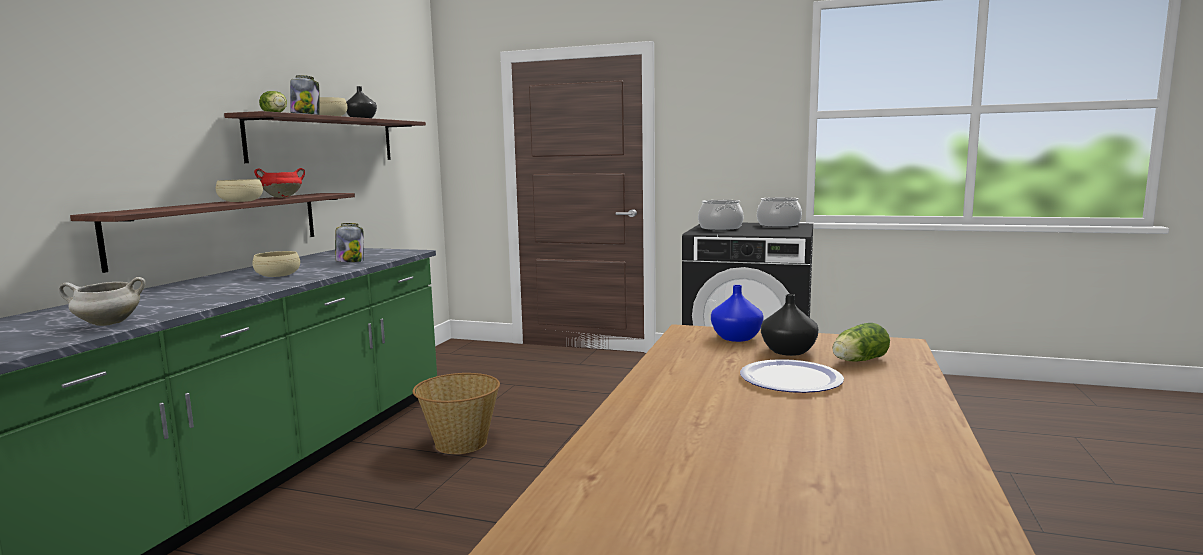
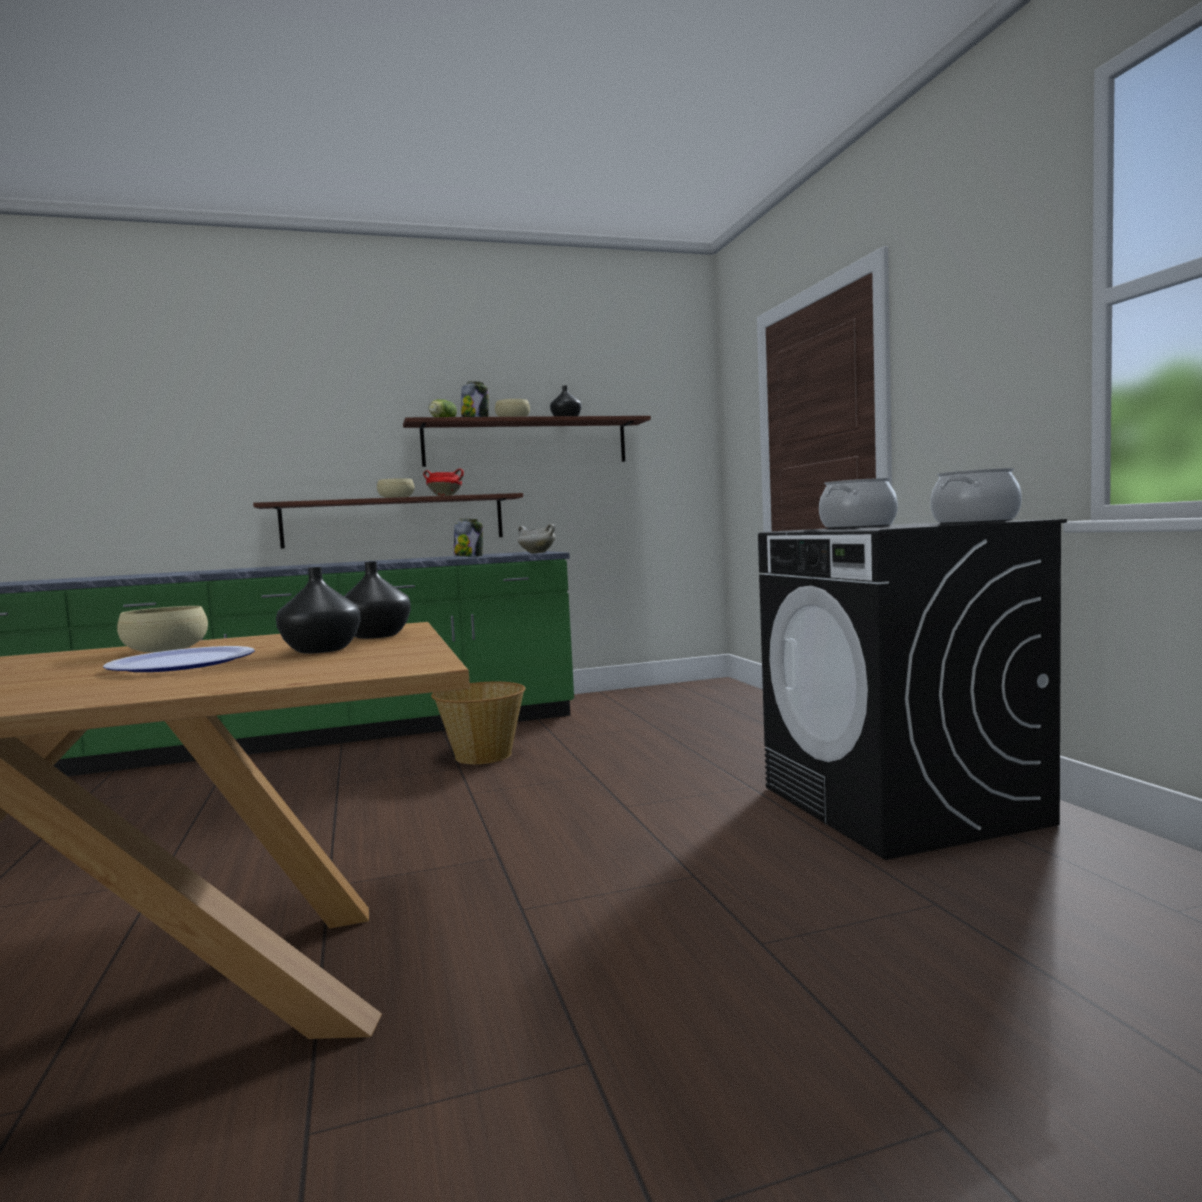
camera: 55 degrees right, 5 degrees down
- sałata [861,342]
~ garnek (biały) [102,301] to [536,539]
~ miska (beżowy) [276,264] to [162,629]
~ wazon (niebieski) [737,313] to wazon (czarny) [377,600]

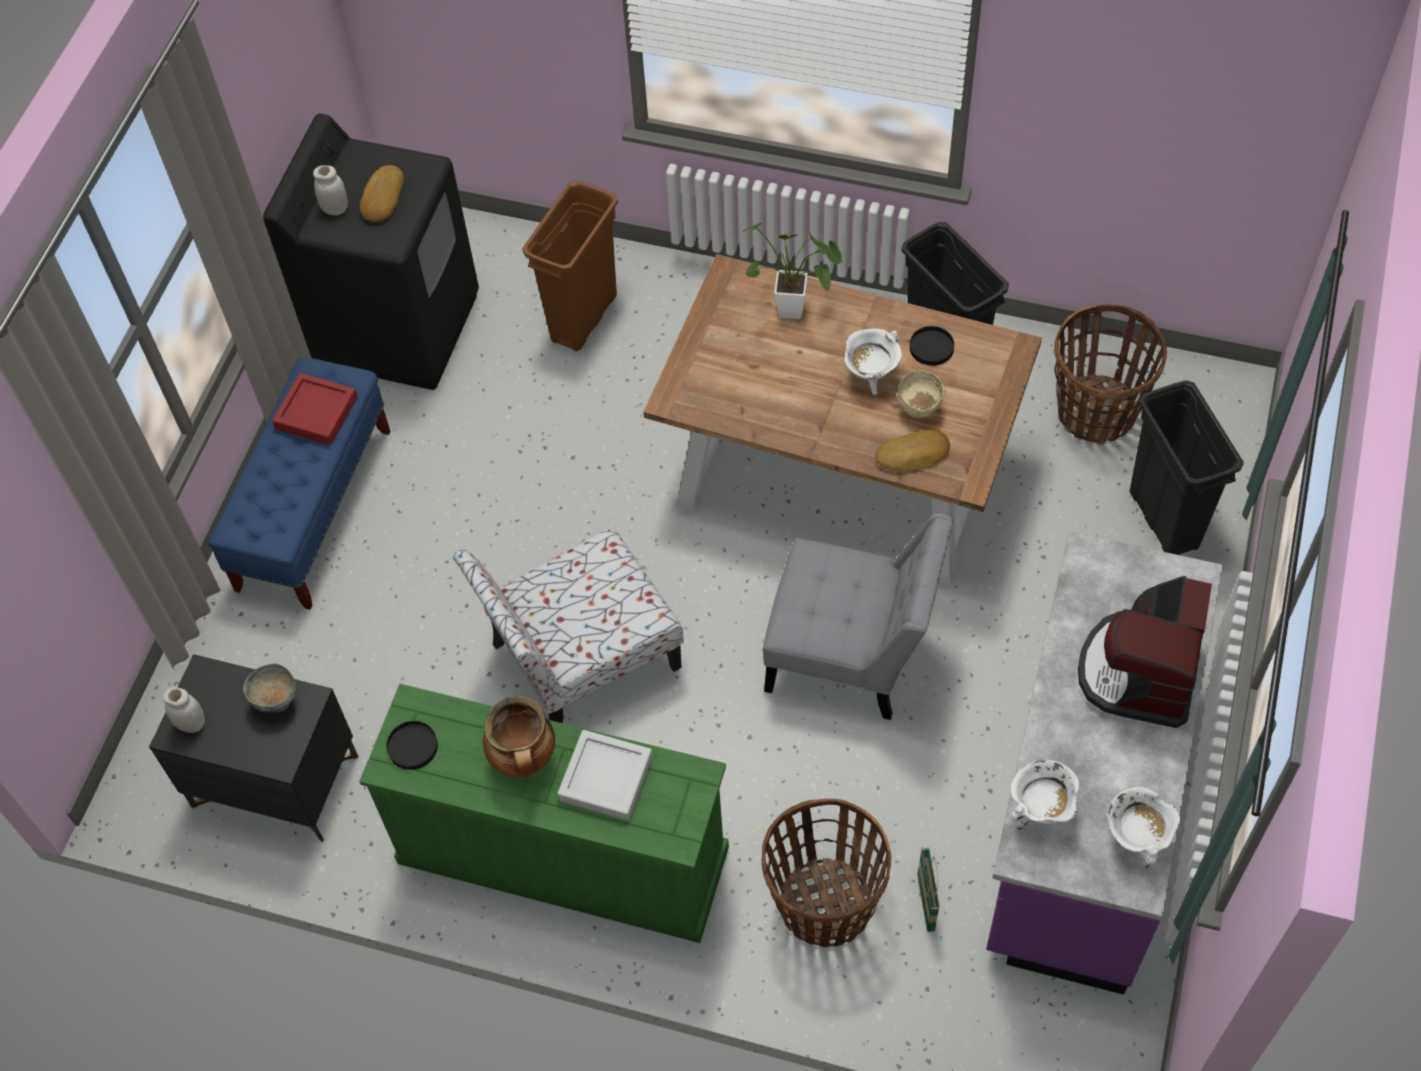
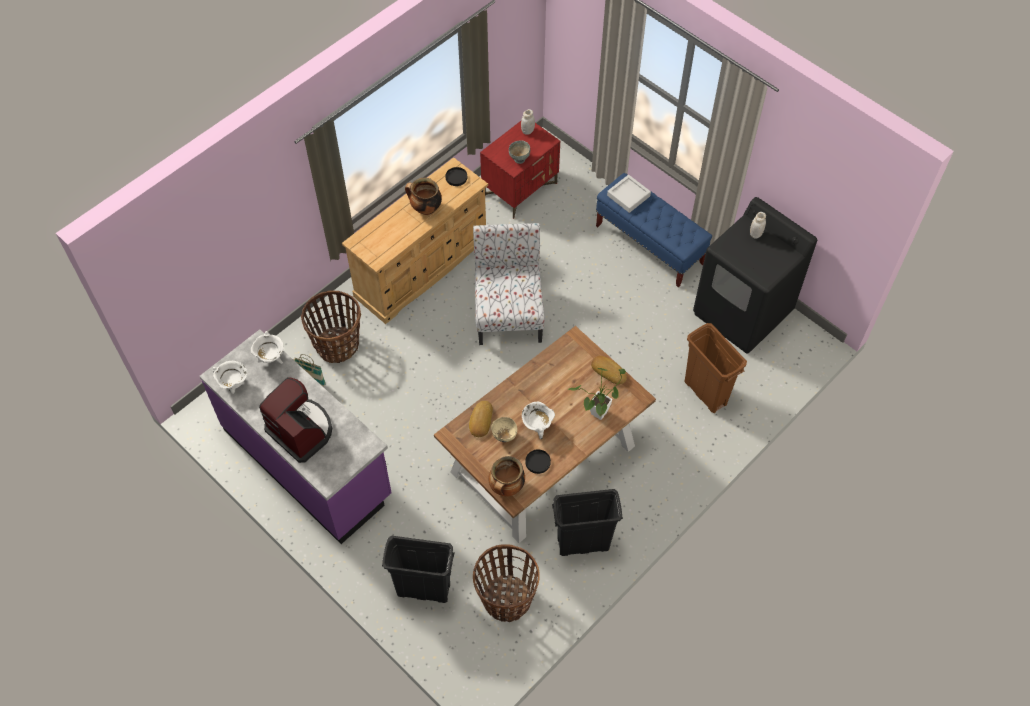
camera: 115 degrees right, 0 degrees up
- taca (czerwony) [315,409]
- krzesło (szary) [858,616]
+ garnek [506,476]
~ chleb [382,193] to [609,370]
~ taca (szary) [605,775] to [629,194]
~ szafka nocna (czarny) [254,748] to szafka nocna (czerwony) [520,170]
~ komoda (zielony) [544,813] to komoda (beżowy) [415,240]

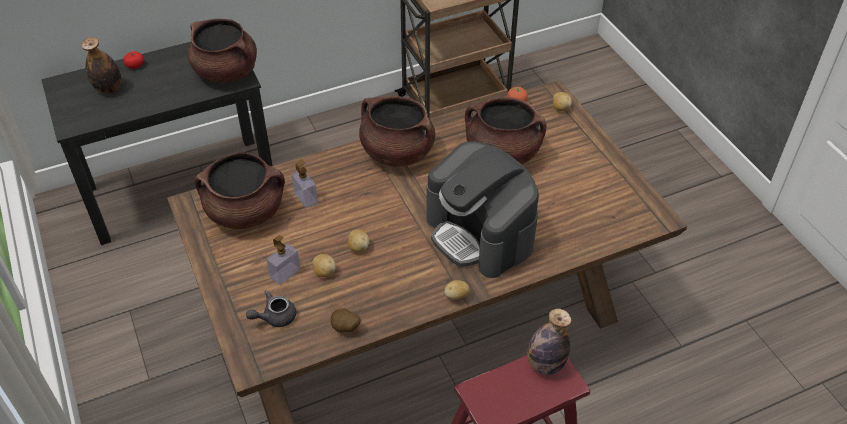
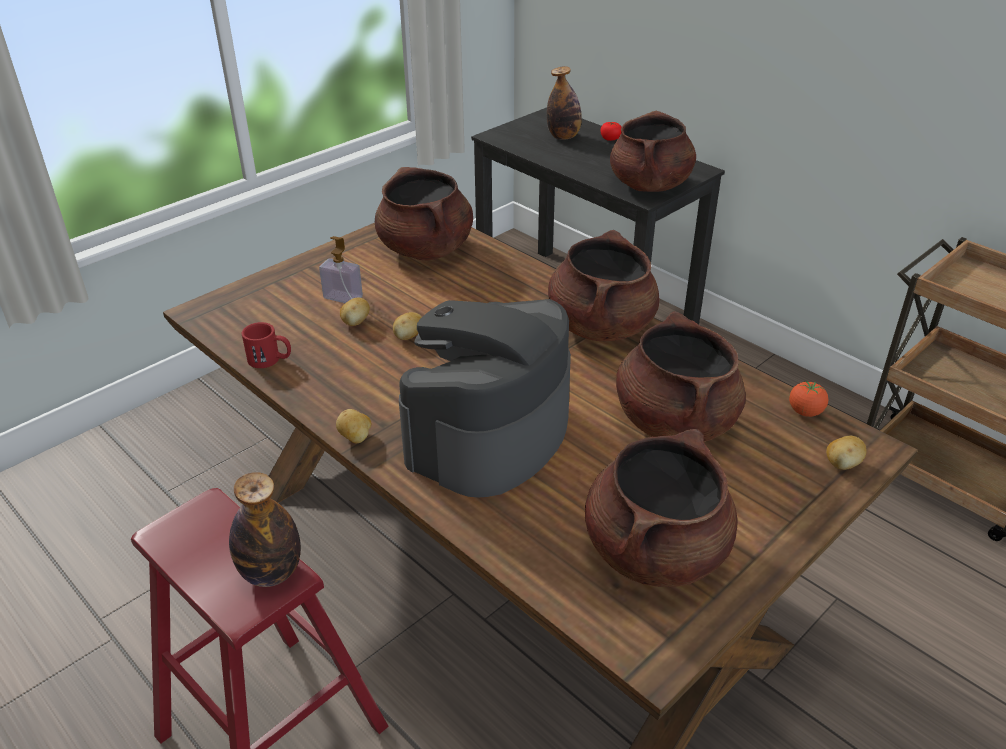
camera: 70 degrees right, 10 degrees down
- imbryk (szary) [271,308]
- dozownik mydła [305,183]
+ garnek (brązowy) [661,508]
~ ziemniak [346,320] to kubek (czerwony) [266,345]

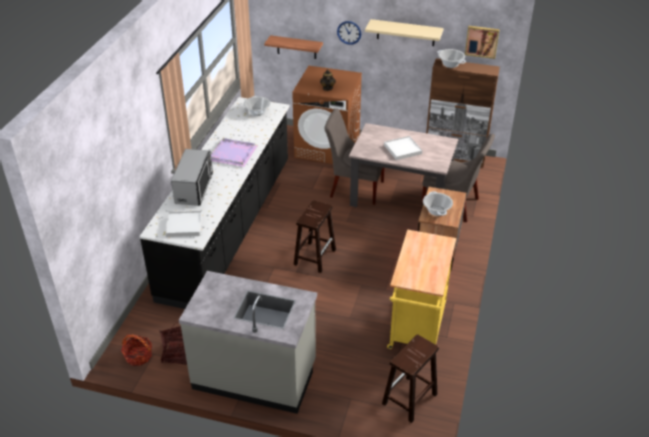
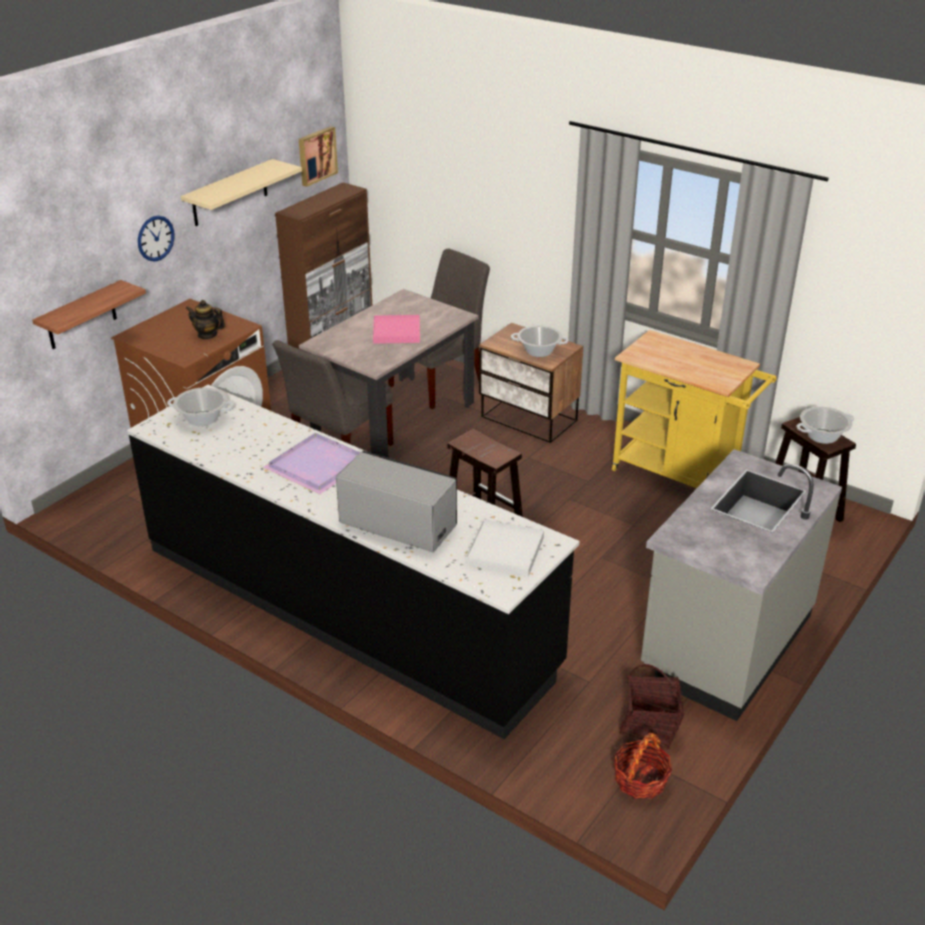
camera: 70 degrees left, 5 degrees down
~ garnek [451,58] to [825,425]
~ taca (biały) [403,148] to taca (różowy) [396,329]

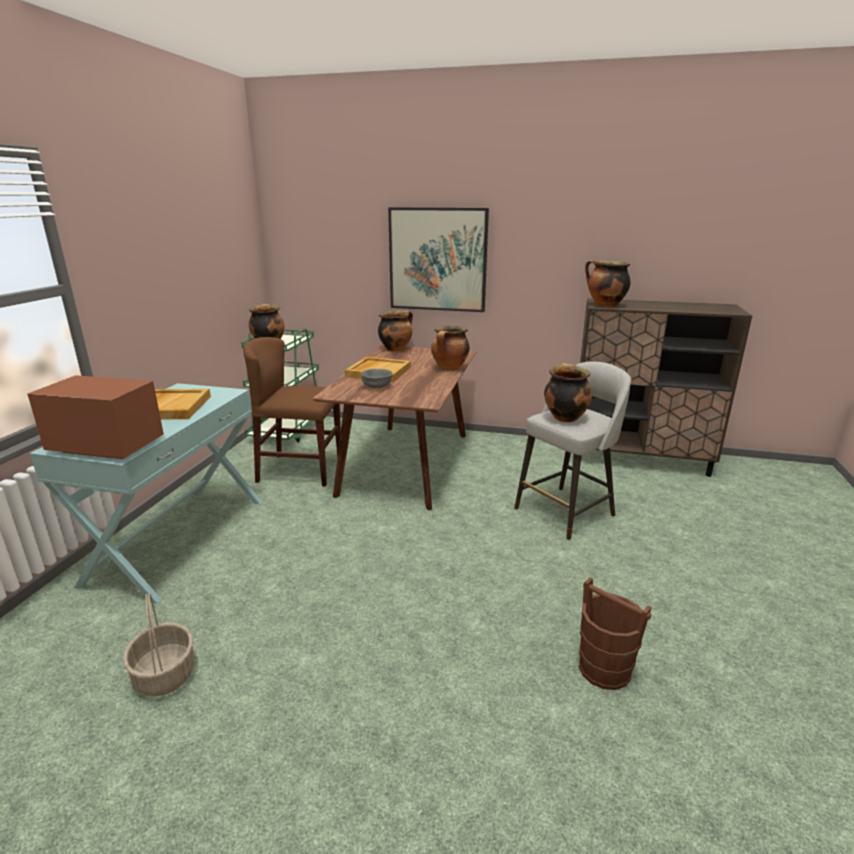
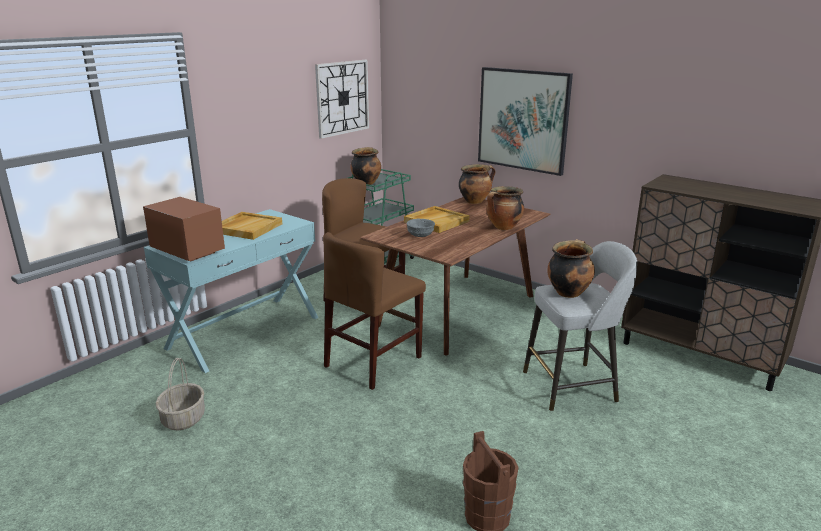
camera: 25 degrees right, 0 degrees up
- garnek [608,283]
+ zegar ścienny [342,99]
+ krzesło (brązowy) [374,311]

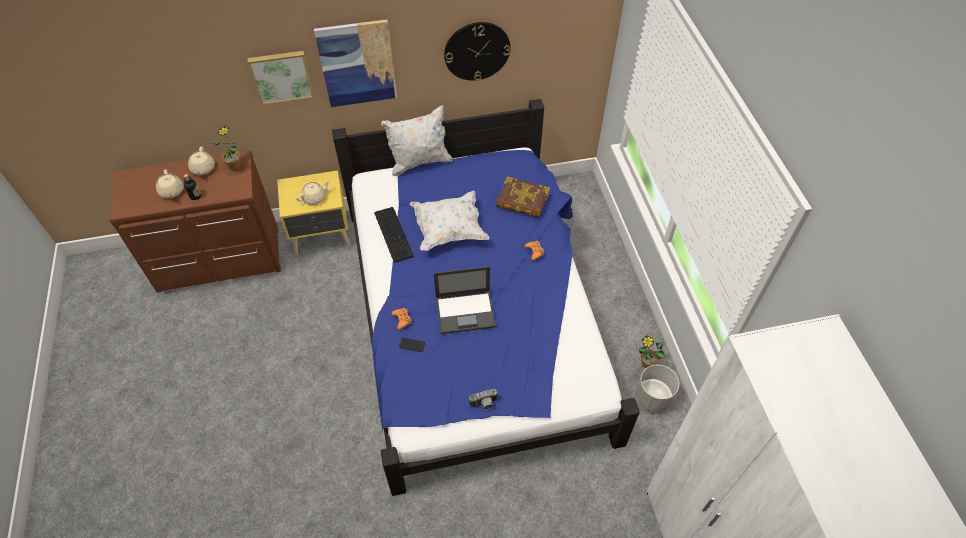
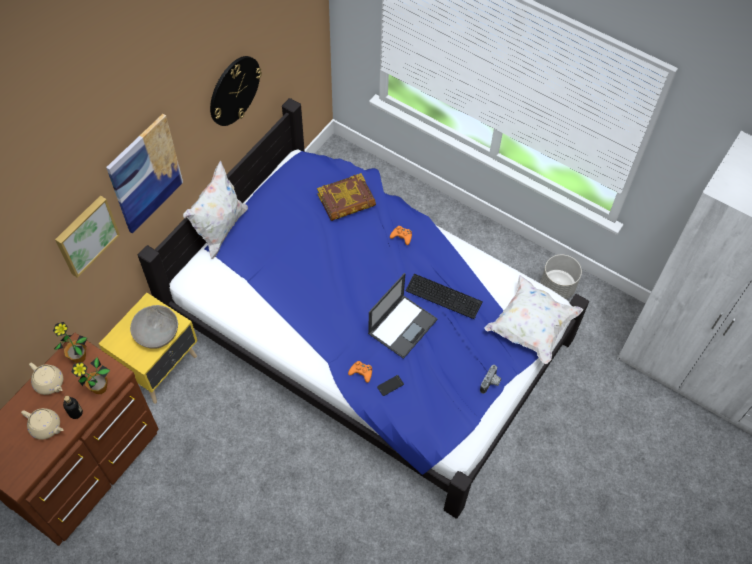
camera: 45 degrees left, 5 degrees up
~ klawiatura [394,235] to [444,296]
~ poduszka (biały) [449,221] to [533,319]
~ roślina doniczkowa [652,352] to [90,375]
~ imbryk (beżowy) [313,192] to miska (szary) [154,327]

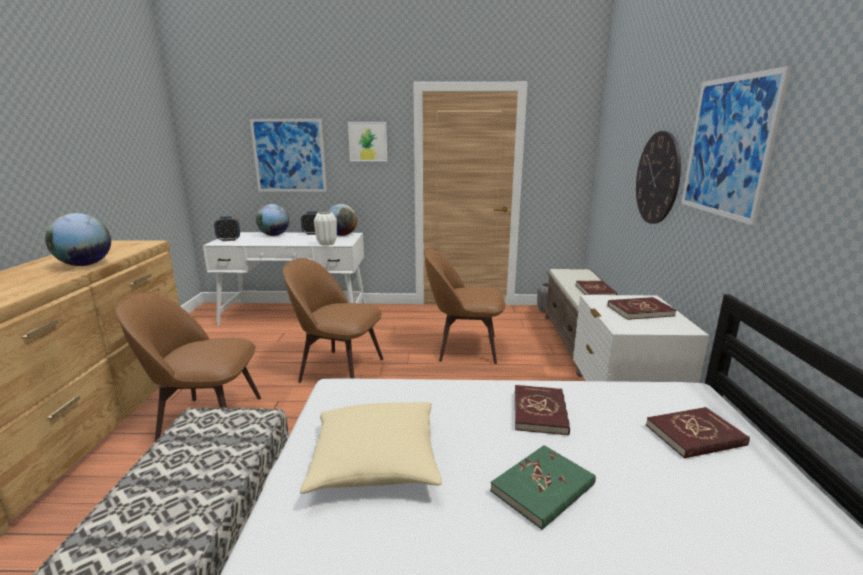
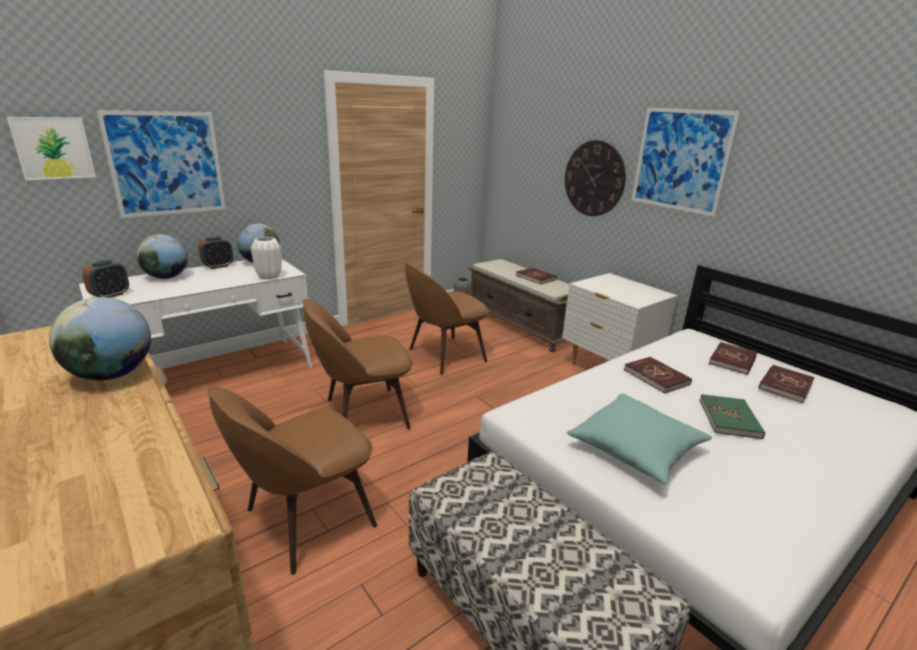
camera: 40 degrees left, 5 degrees up
~ obraz [367,141] to [51,149]
~ książka (czerwony) [642,308] to [787,384]
~ poduszka (beżowy) [371,448] to poduszka (turkusowy) [639,439]

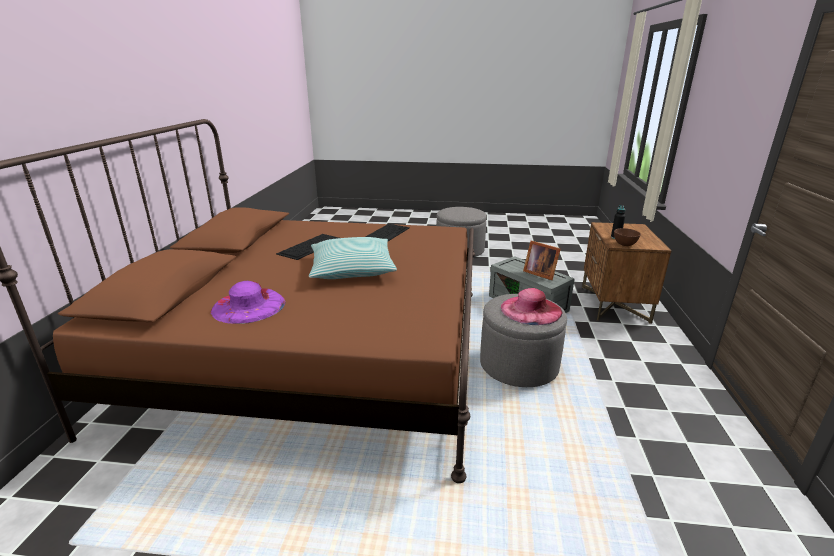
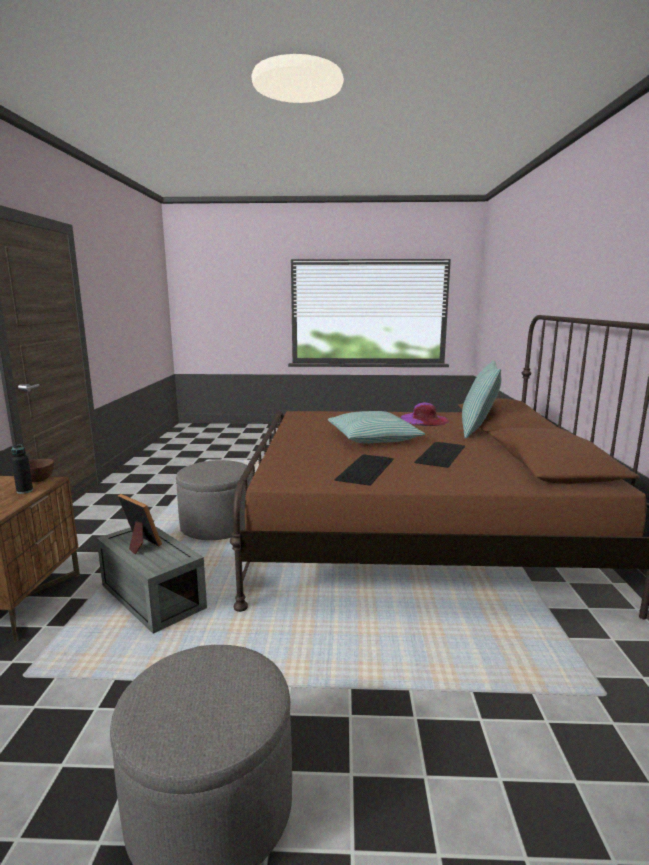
camera: 175 degrees right, 10 degrees down
- kapelusz (różowy) [531,306]
+ poduszka [481,399]

